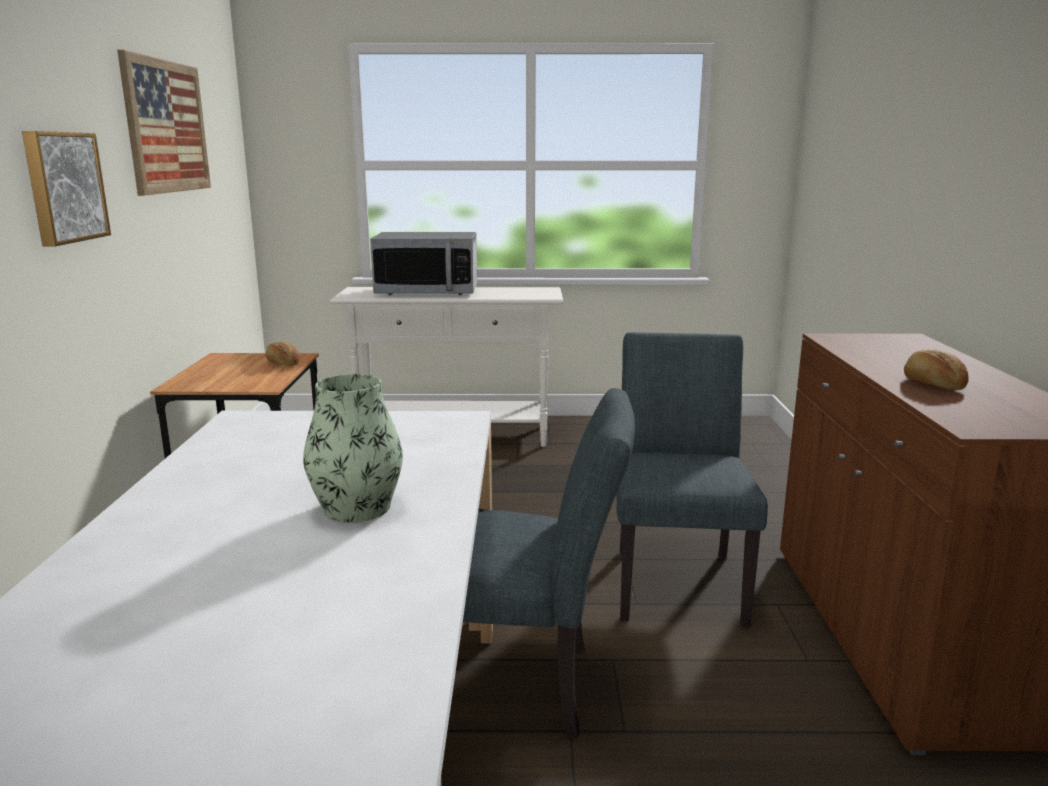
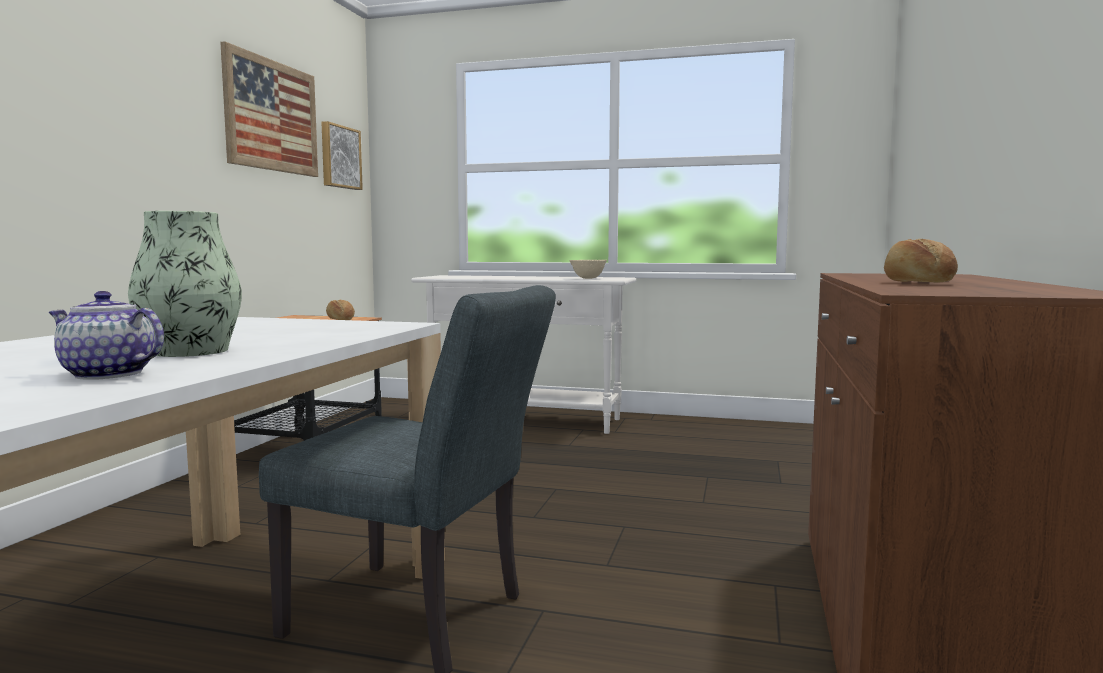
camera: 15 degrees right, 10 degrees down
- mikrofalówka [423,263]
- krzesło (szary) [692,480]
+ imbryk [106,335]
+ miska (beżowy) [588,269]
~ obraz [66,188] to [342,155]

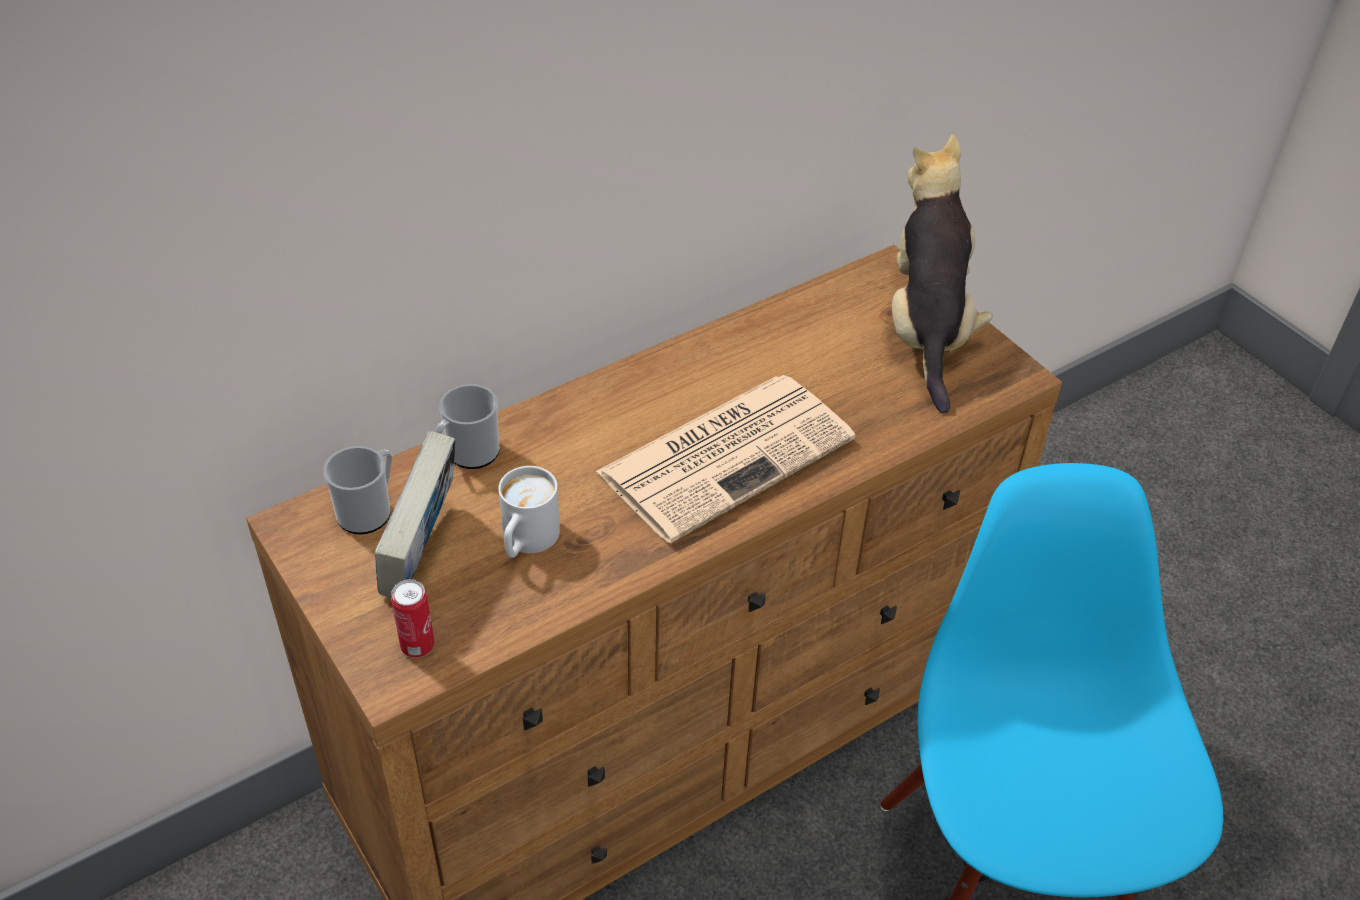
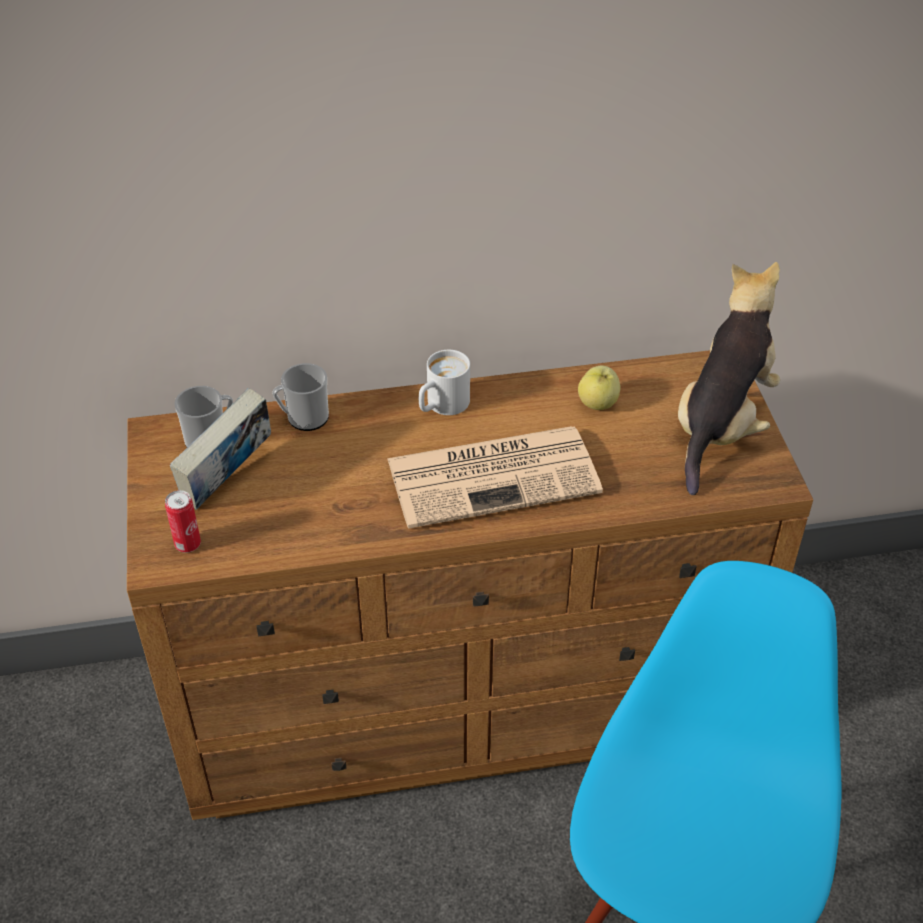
camera: 25 degrees right, 0 degrees up
+ jabłko [599,388]
~ kubek (biały) [529,512] to [444,382]

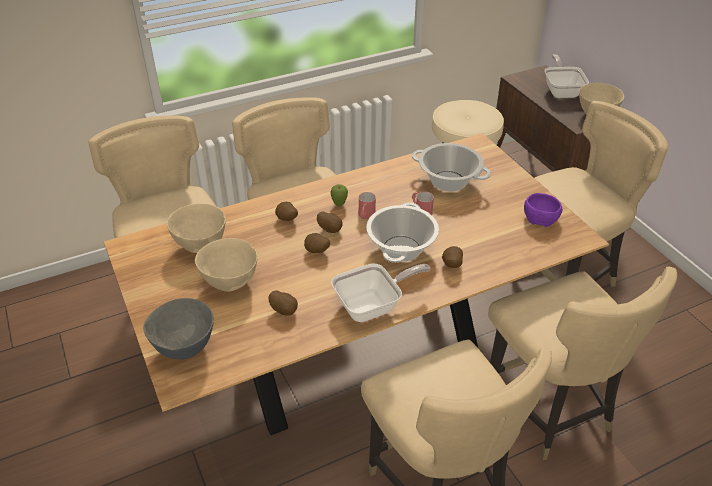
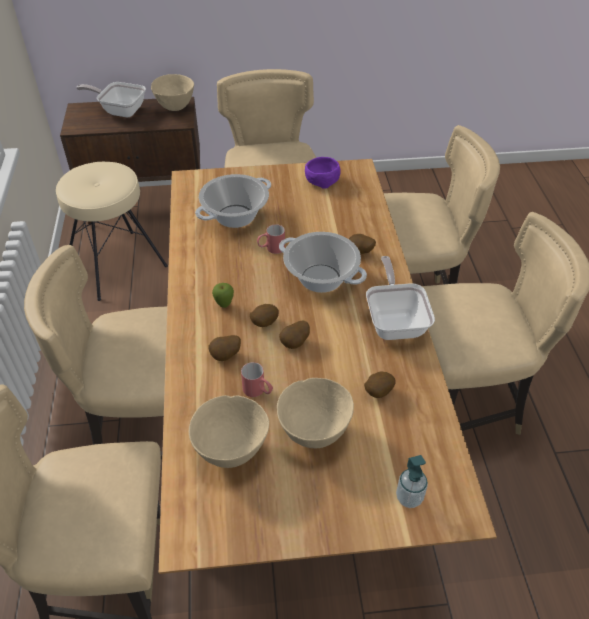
camera: 70 degrees left, 5 degrees up
~ kubek (czerwony) [367,205] to [257,379]
~ miska (szary) [178,329] to dozownik mydła [412,481]

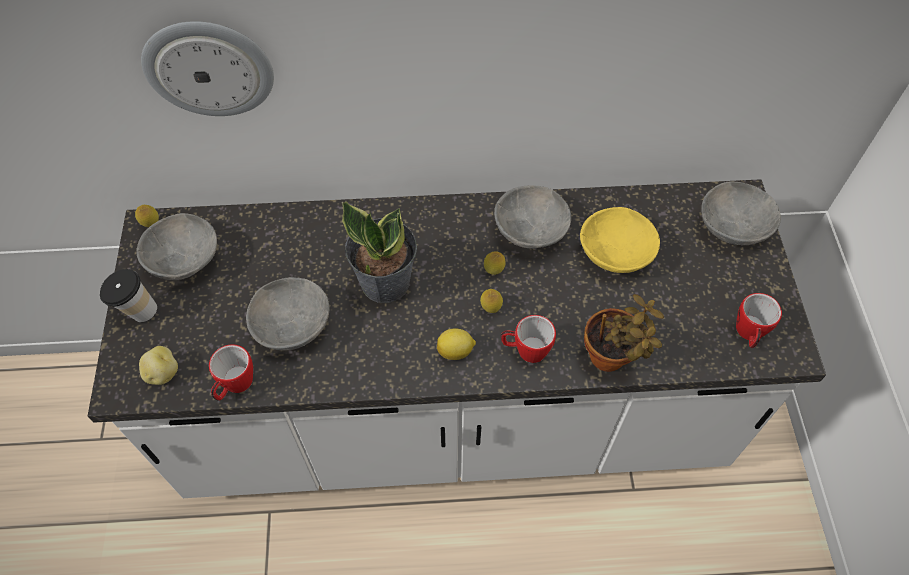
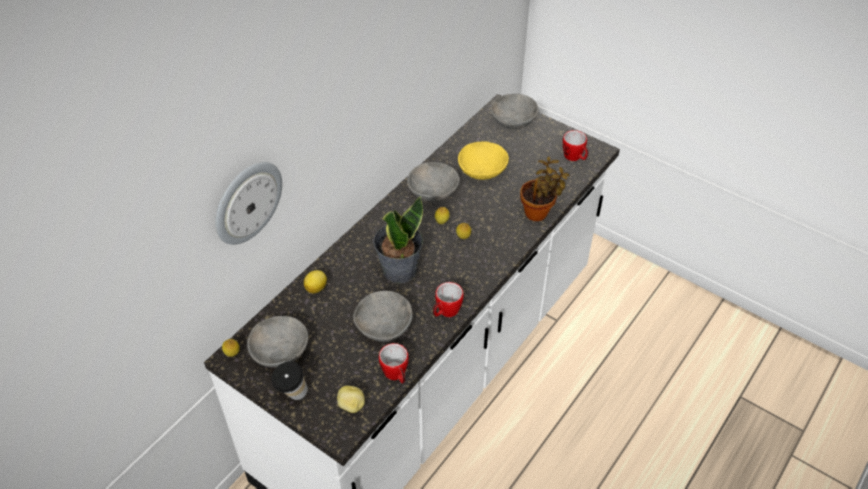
camera: 50 degrees left, 10 degrees down
~ cytryna [456,344] to [315,282]
~ kubek [528,339] to [448,299]

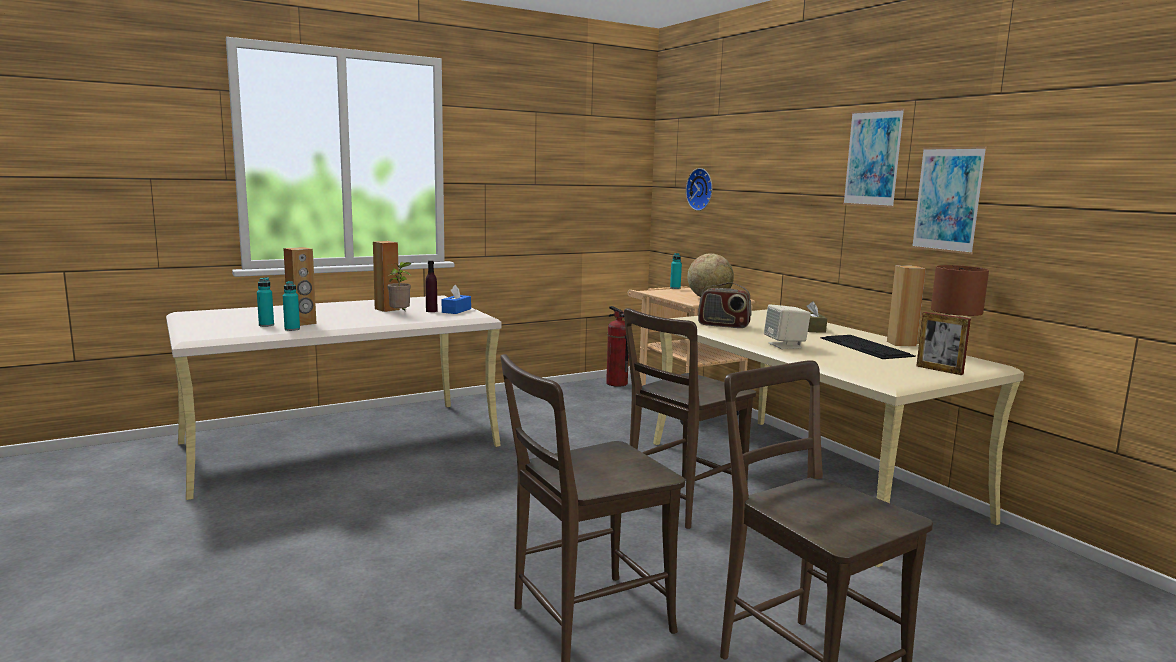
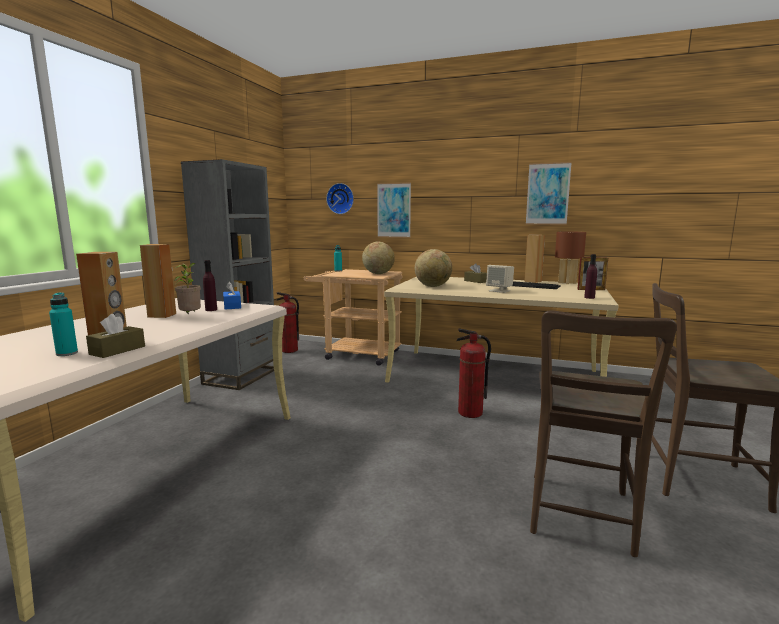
camera: 40 degrees left, 0 degrees up
+ regał (szary) [227,274]
+ butelka (fioletowy) [590,276]
~ obraz [874,158] to [394,210]
~ butelka (turkusowy) [291,306] to pudełko chusteczek (brązowy) [115,336]
~ krzesło (brązowy) [690,418] to gaśnica [473,373]
~ radio [724,305] to globus [433,268]

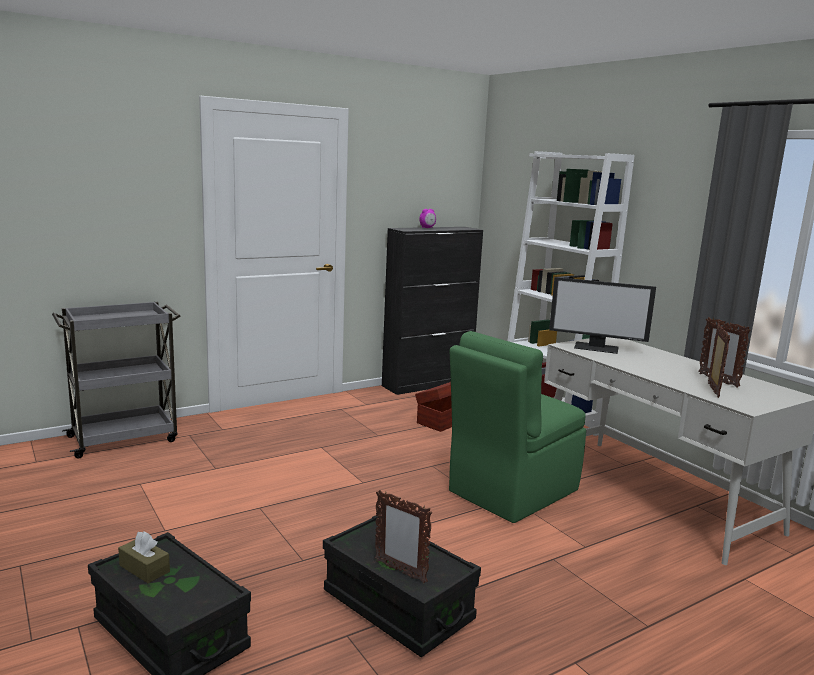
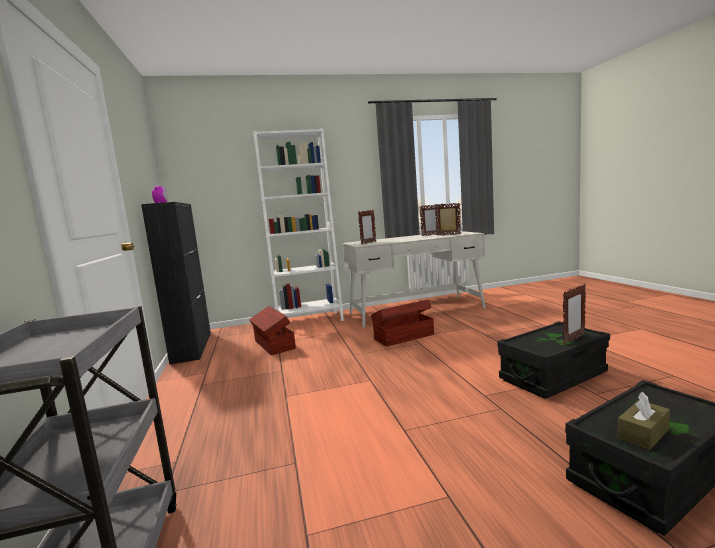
camera: 70 degrees left, 5 degrees down
~ krzesło (zielony) [517,427] to pojemnik do przechowywania (brązowy) [402,323]
~ monitor [602,315] to ramka na zdjęcie [367,227]

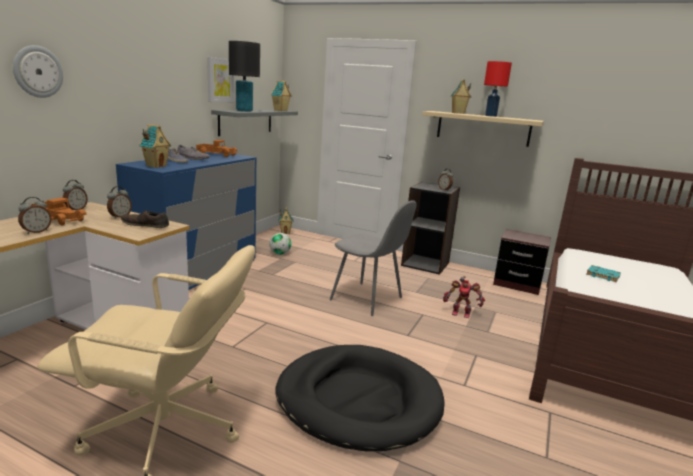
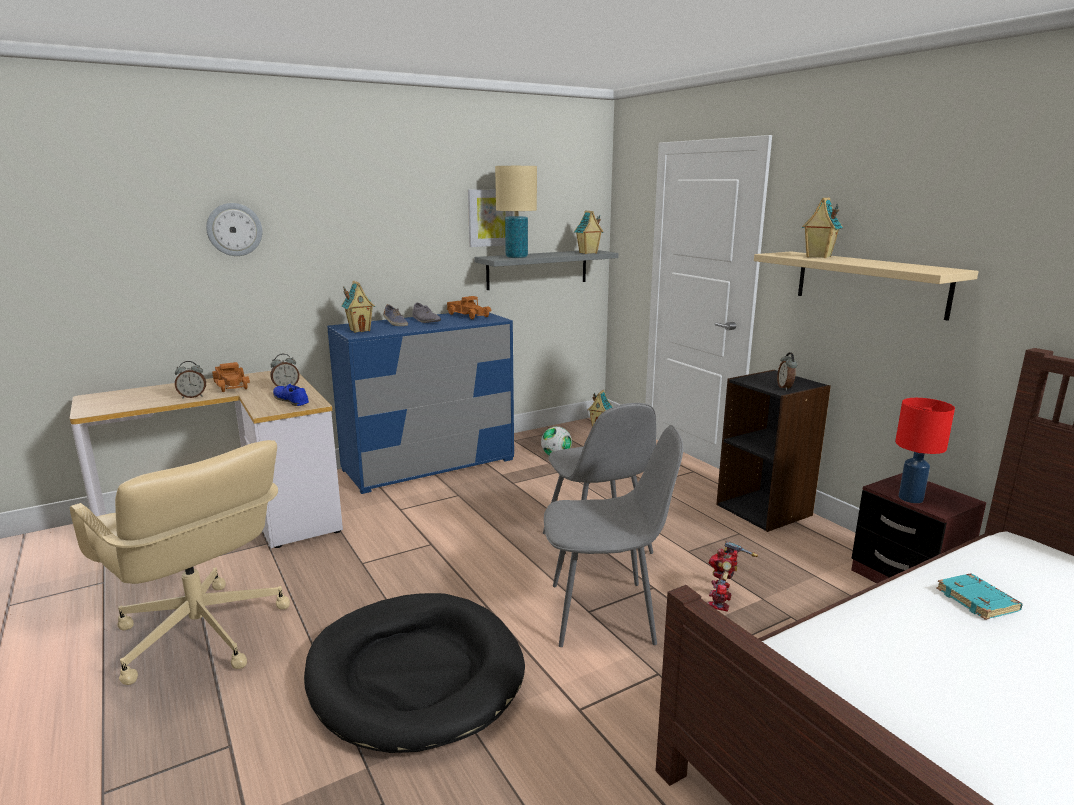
camera: 35 degrees right, 0 degrees up
- budzik [75,195]
+ krzesło (szary) [613,536]
~ lampa stołowa (czerwony) [498,89] to [925,450]
~ but (brązowy) [145,219] to but (niebieski) [291,394]
~ lampa stołowa (czarny) [244,76] to lampa stołowa (beżowy) [516,212]
~ robot zabawkowy [464,297] = [732,576] 60 degrees clockwise

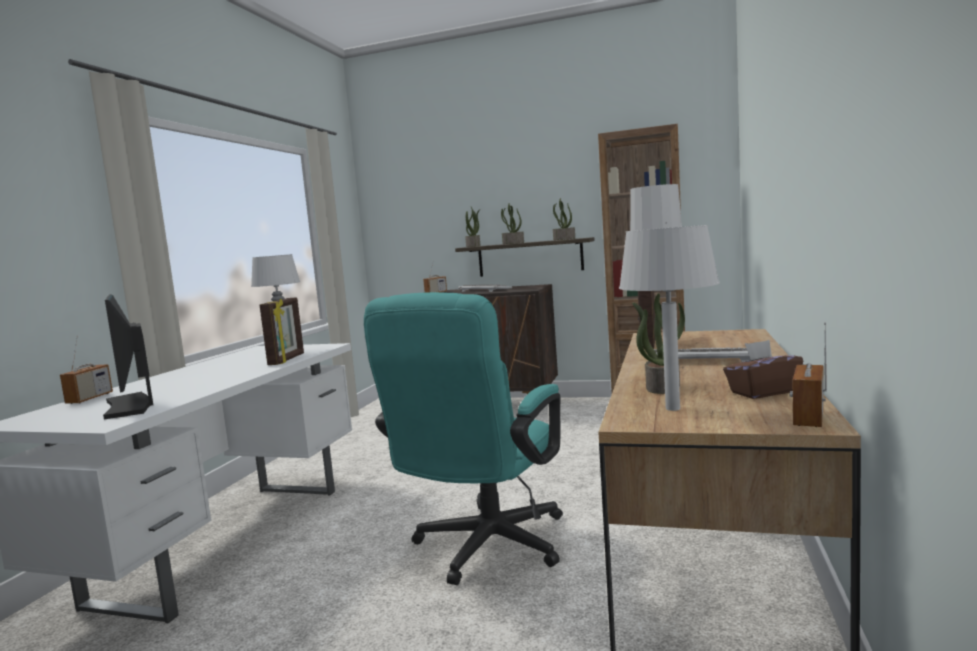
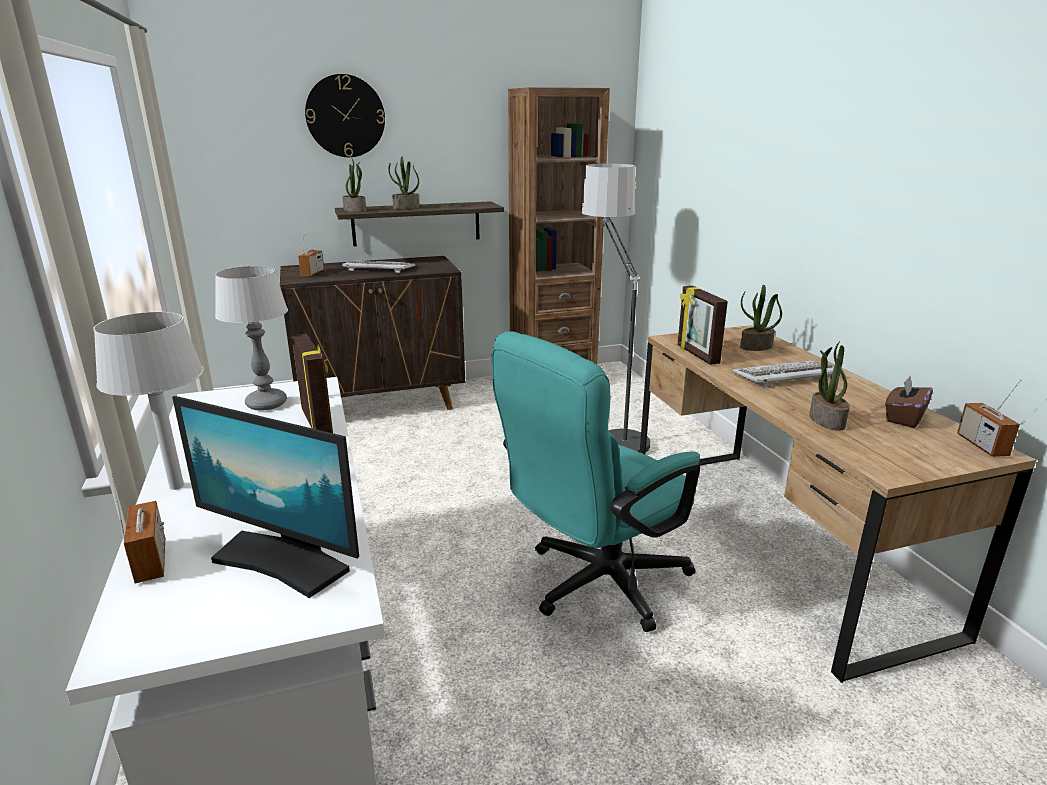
camera: 35 degrees left, 15 degrees up
+ zegar ścienny [345,115]
~ roślina doniczkowa [564,219] to [761,318]
~ lampa stołowa (szary) [669,318] to [148,401]
~ krzesło biurowe (turkusowy) [463,438] = [596,481] 60 degrees clockwise

